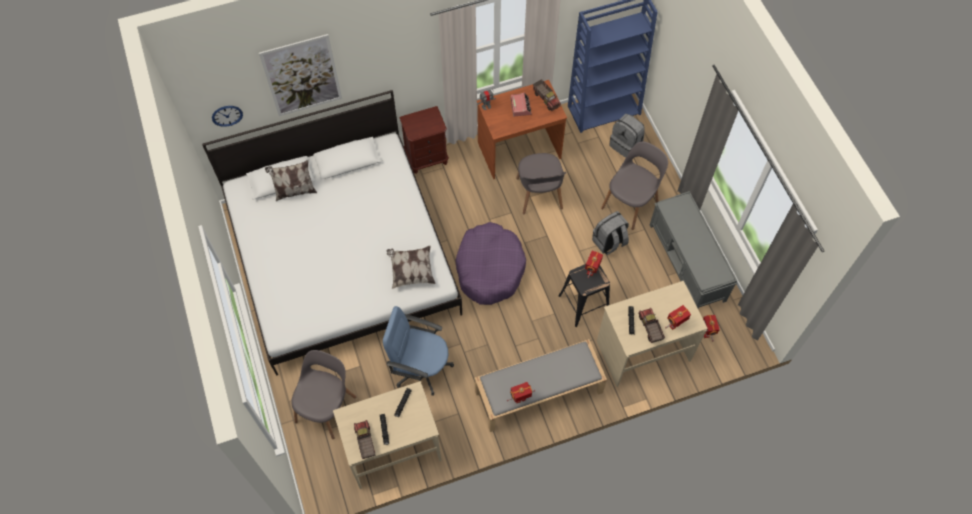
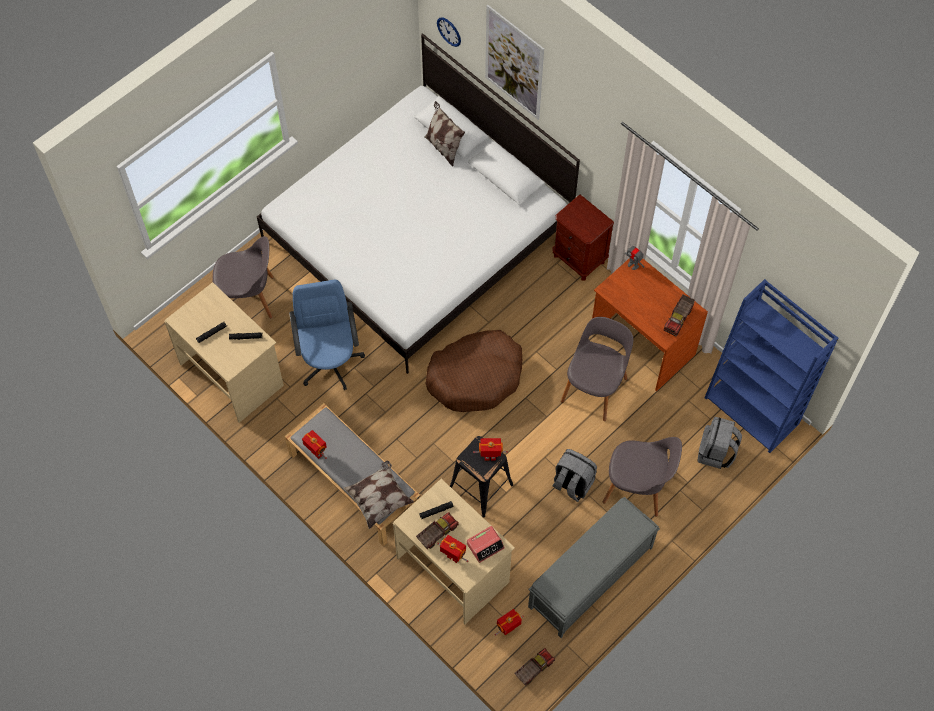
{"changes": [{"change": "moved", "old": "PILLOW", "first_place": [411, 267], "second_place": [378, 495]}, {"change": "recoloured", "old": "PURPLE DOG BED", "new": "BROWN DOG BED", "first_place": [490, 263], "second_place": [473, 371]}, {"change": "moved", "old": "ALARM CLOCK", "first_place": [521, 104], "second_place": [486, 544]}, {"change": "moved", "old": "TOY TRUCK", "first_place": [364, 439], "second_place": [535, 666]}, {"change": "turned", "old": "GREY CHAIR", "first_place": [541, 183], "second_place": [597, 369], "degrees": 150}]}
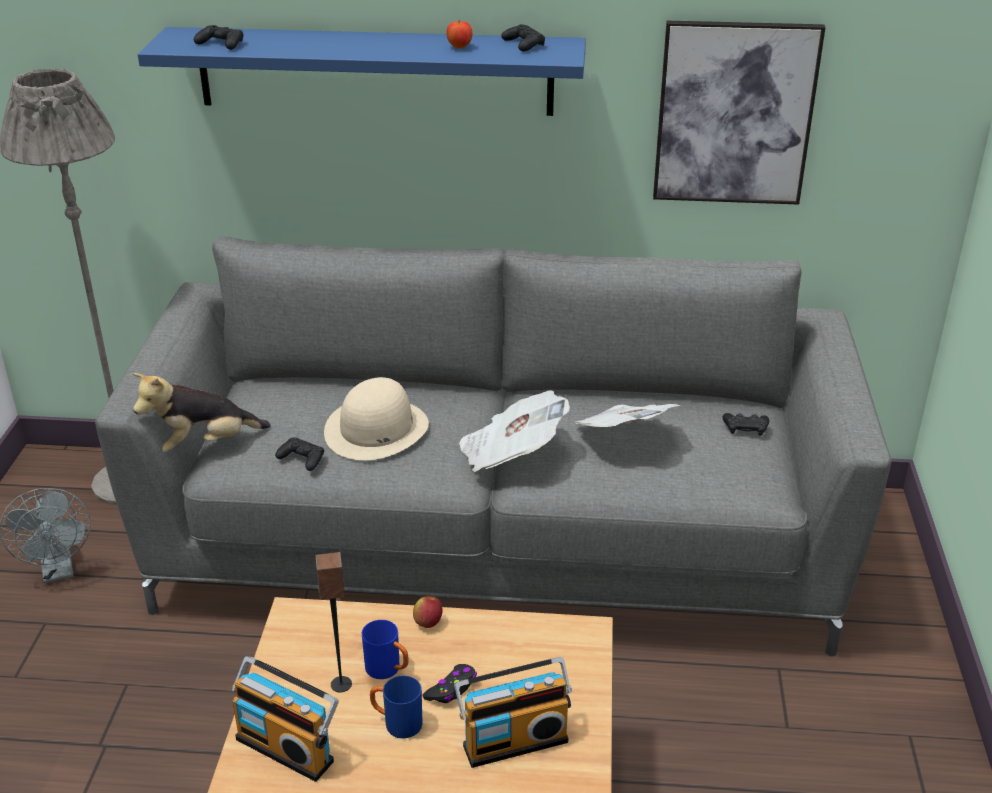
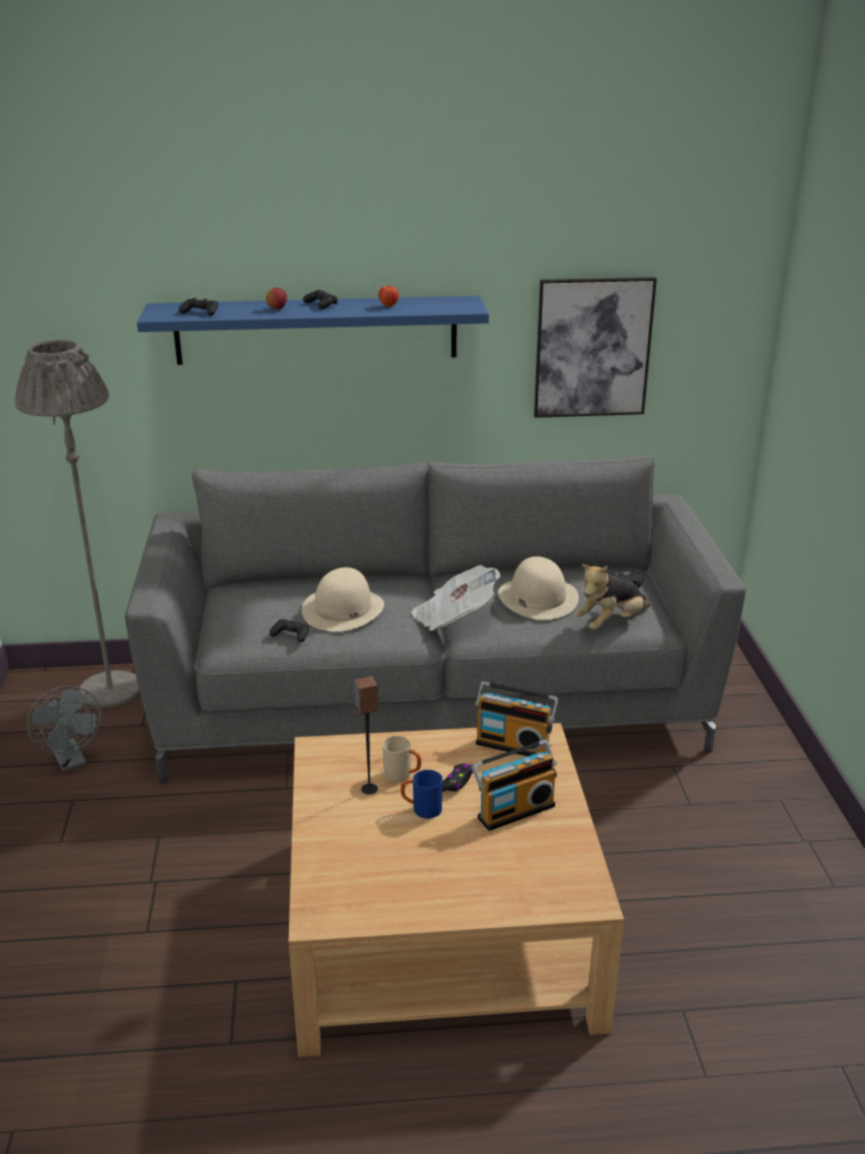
{"changes": [{"change": "moved", "old": "APPLE", "first_place": [428, 612], "second_place": [276, 299]}, {"change": "moved", "old": "BLACK GAME CONTROLLER", "first_place": [523, 38], "second_place": [320, 299]}, {"change": "recoloured", "old": "BLUE MUG", "new": "BEIGE MUG", "first_place": [385, 649], "second_place": [401, 759]}, {"change": "moved", "old": "RADIO", "first_place": [285, 719], "second_place": [516, 718]}, {"change": "replaced", "old": "NEWSPAPER", "new": "BEIGE HAT", "first_place": [627, 415], "second_place": [538, 588]}, {"change": "moved", "old": "PLUSH TOY", "first_place": [202, 412], "second_place": [612, 597]}]}
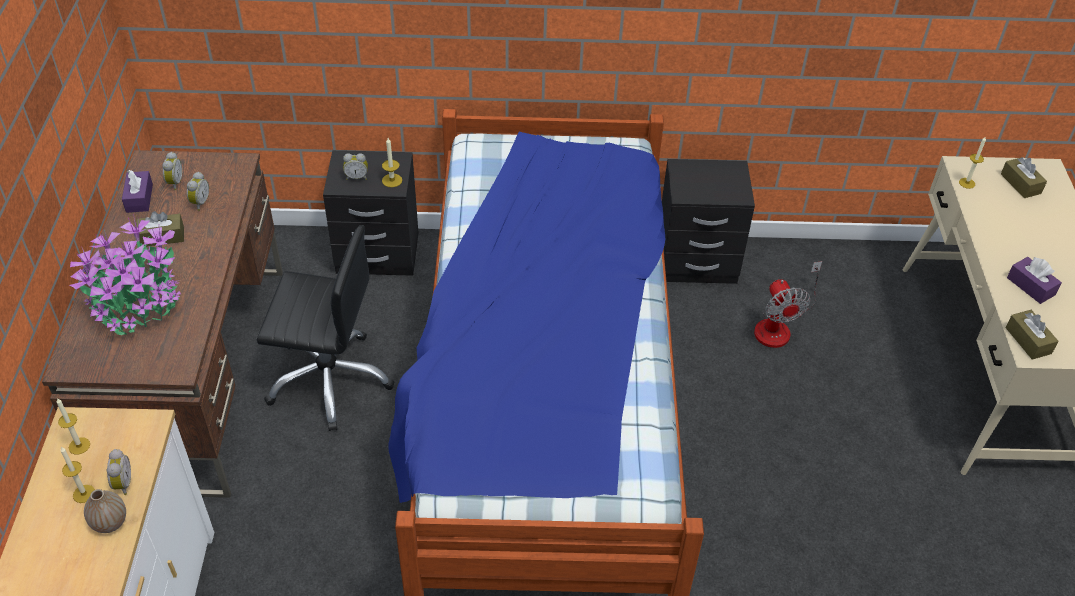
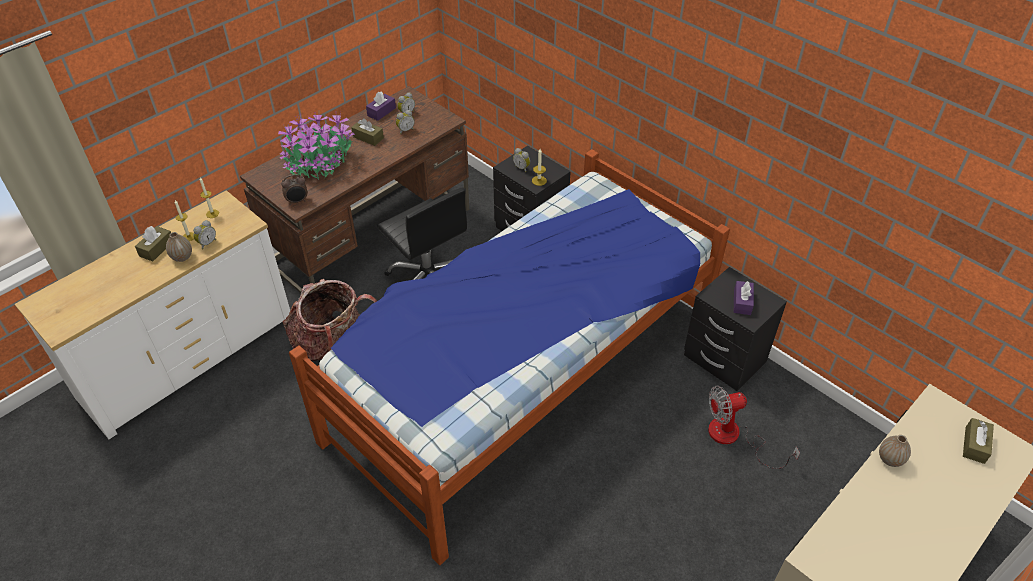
{"changes": [{"change": "moved", "old": "BROWN TISSUE BOX", "first_place": [1032, 335], "second_place": [153, 243]}, {"change": "added", "new": "ALARM CLOCK", "second_place": [294, 189]}, {"change": "added", "new": "BACKPACK", "second_place": [329, 320]}, {"change": "turned", "old": "FAN", "first_place": [788, 304], "second_place": [754, 427], "degrees": 45}, {"change": "moved", "old": "PURPLE TISSUE BOX", "first_place": [1034, 280], "second_place": [744, 298]}, {"change": "added", "new": "VASE", "second_place": [895, 451]}, {"change": "removed", "old": "CANDLE", "first_place": [972, 162]}]}
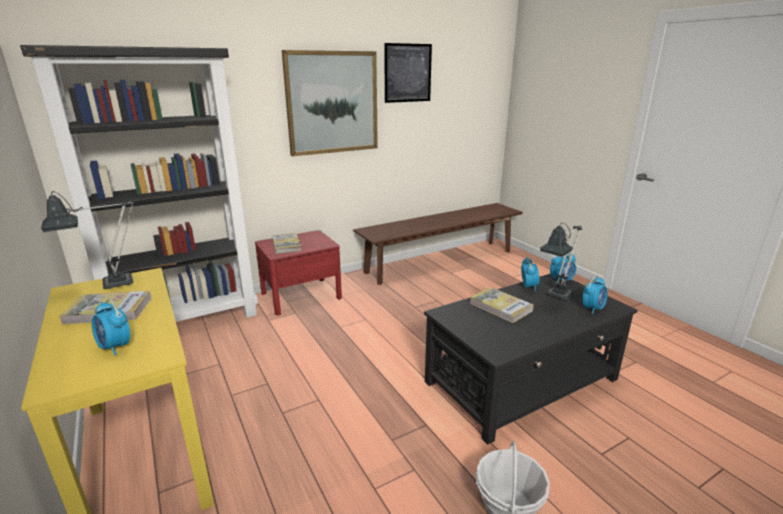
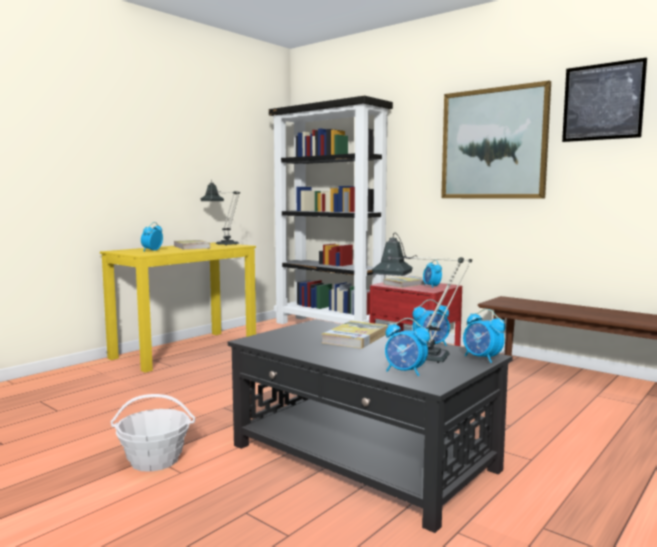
{"changes": [{"change": "added", "new": "ALARM CLOCK", "second_place": [432, 274]}]}
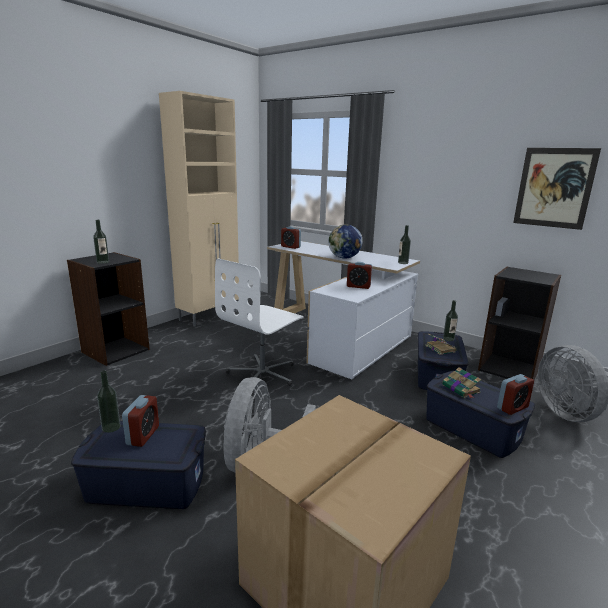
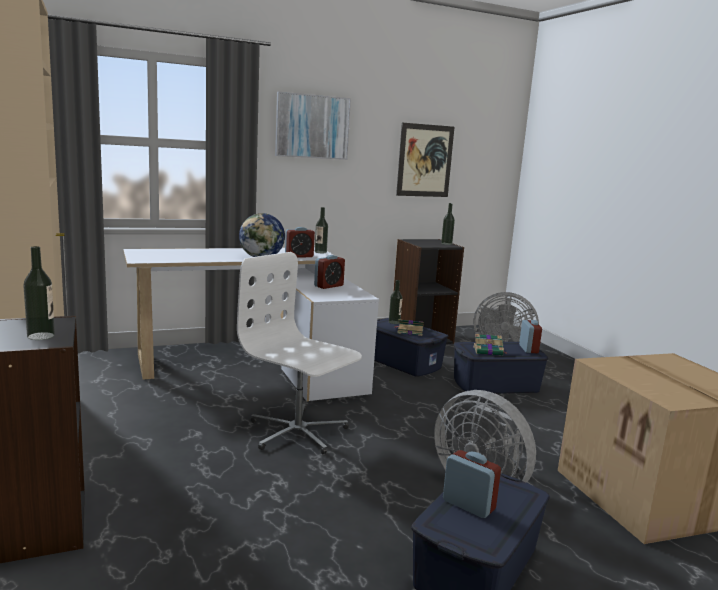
{"changes": [{"change": "turned", "old": "WHITE OFFICE CHAIR", "first_place": [259, 322], "second_place": [299, 353], "degrees": 150}, {"change": "added", "new": "PICTURE", "second_place": [313, 125]}, {"change": "moved", "old": "ALARM CLOCK", "first_place": [291, 237], "second_place": [300, 242]}, {"change": "moved", "old": "BOTTLE", "first_place": [109, 401], "second_place": [448, 224]}]}
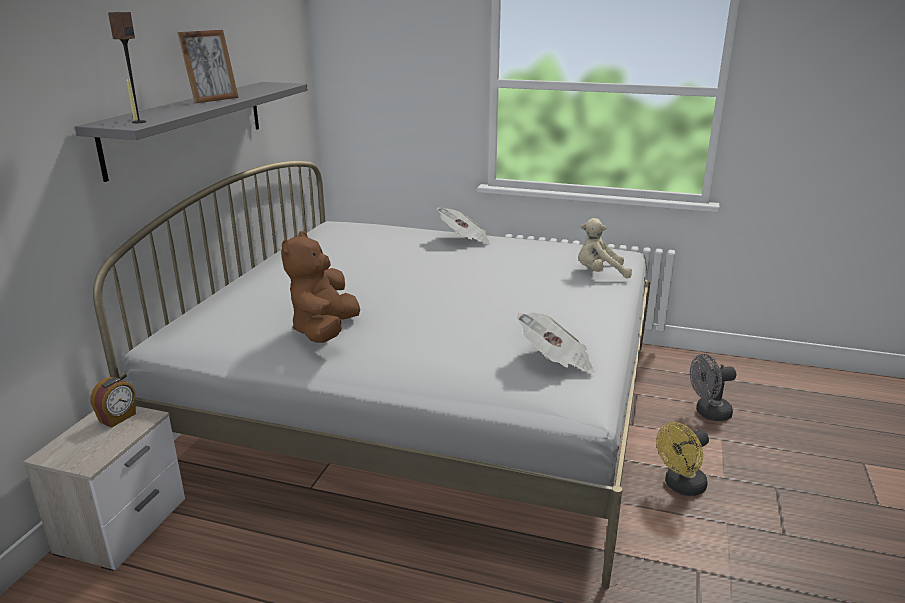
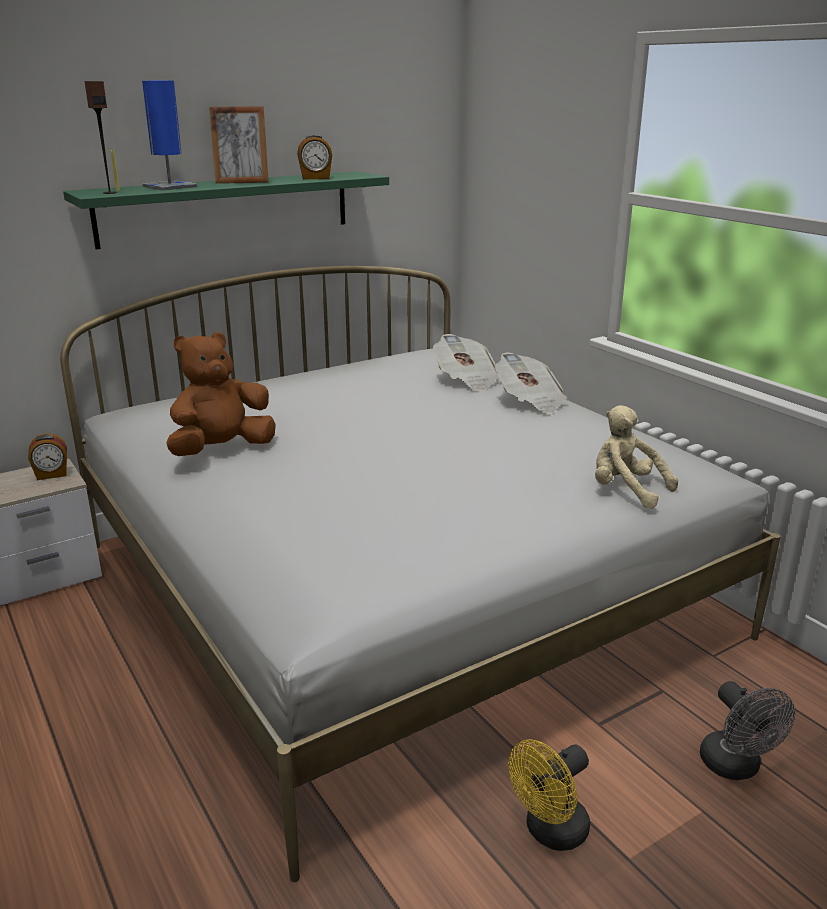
{"changes": [{"change": "recoloured", "old": "GREY SHELF", "new": "GREEN SHELF", "first_place": [191, 132], "second_place": [226, 210]}, {"change": "added", "new": "BLUE TABLE LAMP", "second_place": [169, 136]}, {"change": "added", "new": "ALARM CLOCK", "second_place": [314, 156]}, {"change": "moved", "old": "NEWSPAPER", "first_place": [555, 343], "second_place": [466, 363]}, {"change": "turned", "old": "YELLOW FAN", "first_place": [682, 459], "second_place": [549, 795], "degrees": -45}, {"change": "turned", "old": "GREY FAN", "first_place": [713, 387], "second_place": [747, 730], "degrees": -135}]}
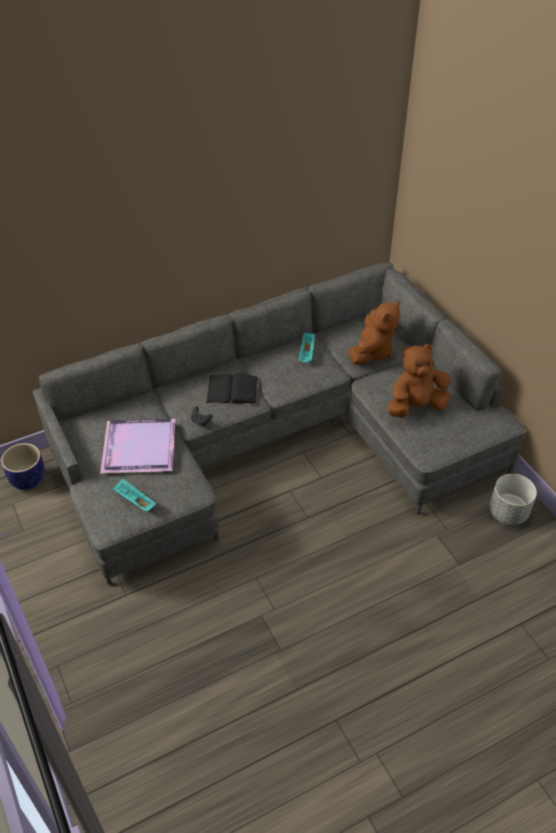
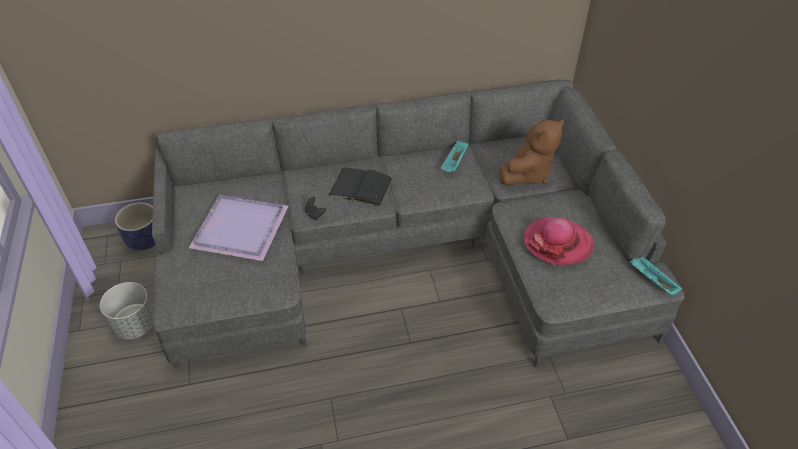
{"changes": [{"change": "moved", "old": "GREY PLANTER", "first_place": [513, 499], "second_place": [126, 311]}, {"change": "replaced", "old": "BROWN PLUSH TOY", "new": "HAT", "first_place": [419, 381], "second_place": [558, 241]}, {"change": "moved", "old": "TURQUOISE TRAY", "first_place": [134, 494], "second_place": [656, 276]}]}
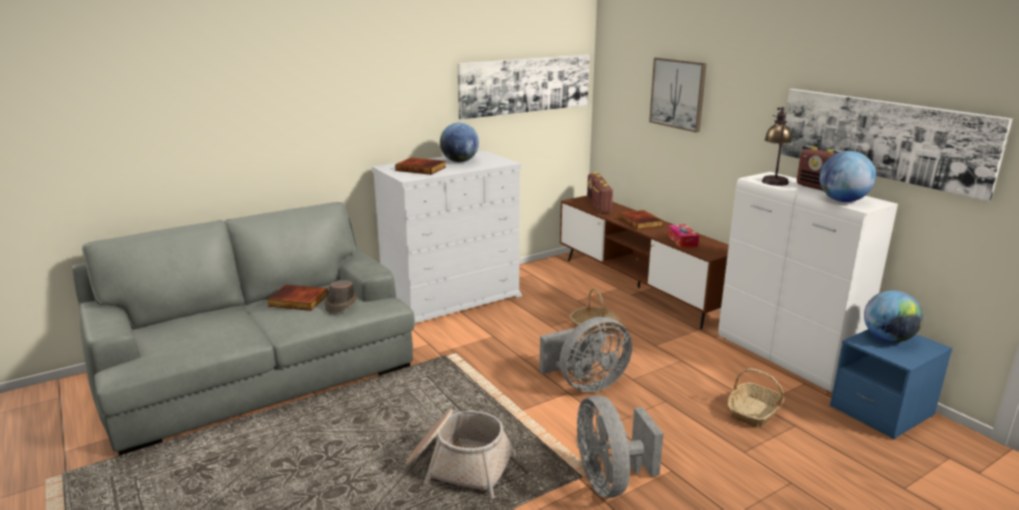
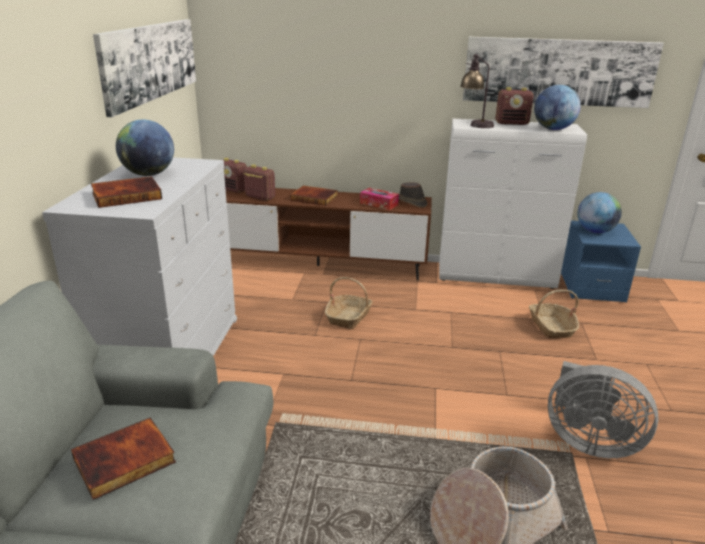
{"changes": [{"change": "moved", "old": "BROWN HAT", "first_place": [340, 297], "second_place": [413, 195]}, {"change": "removed", "old": "GREY FAN", "first_place": [585, 354]}, {"change": "removed", "old": "PICTURE", "first_place": [678, 95]}]}
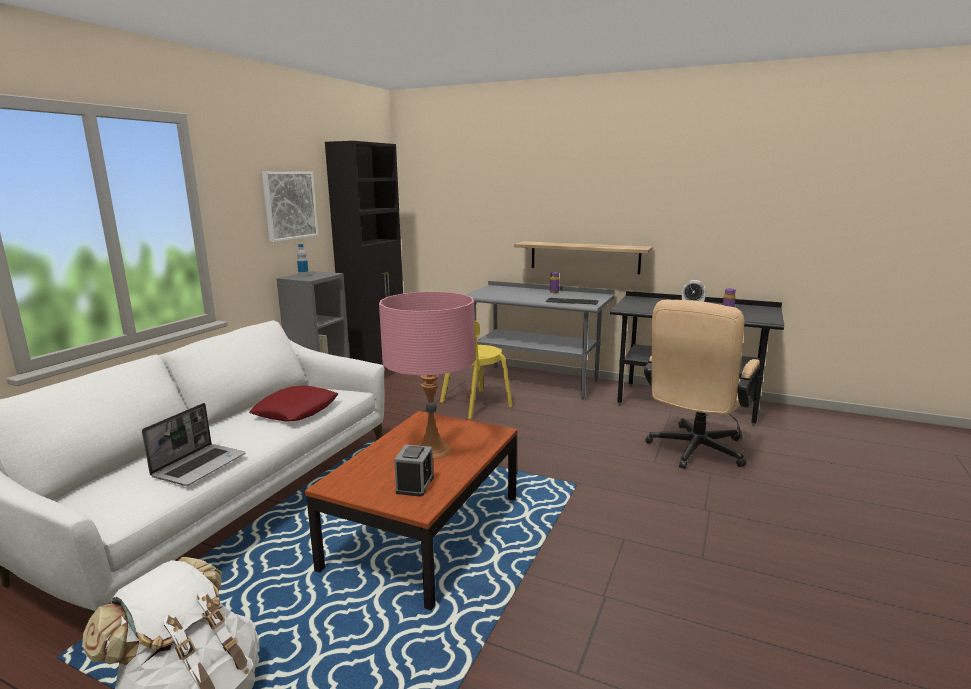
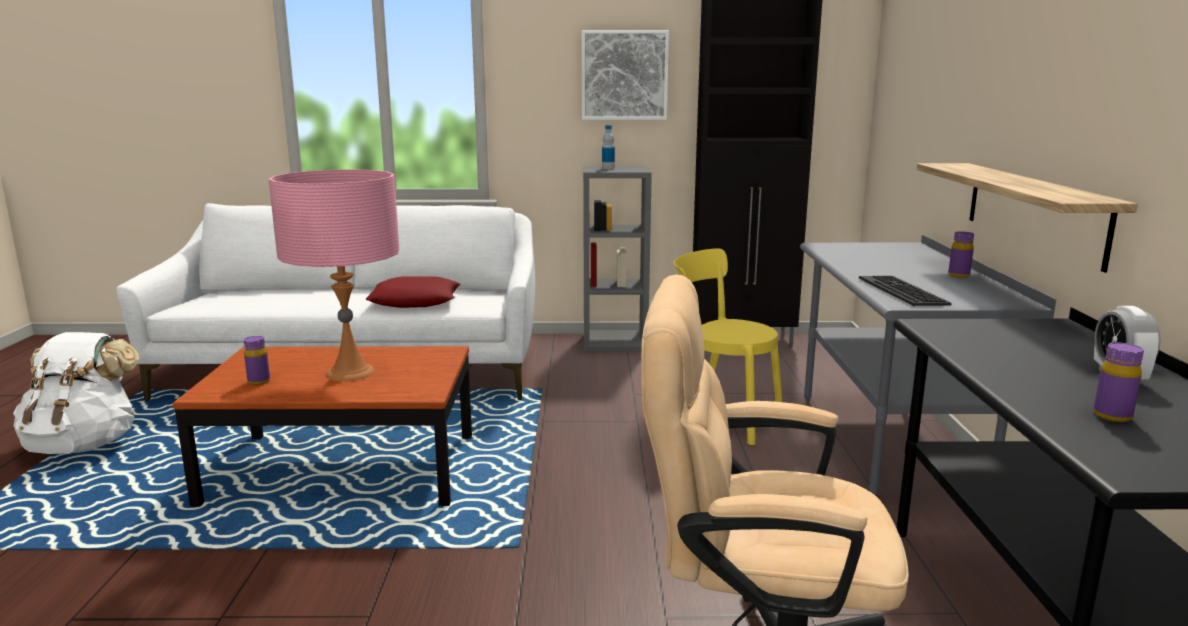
{"changes": [{"change": "replaced", "old": "ALARM CLOCK", "new": "PURPLE BOTTLE", "first_place": [414, 471], "second_place": [257, 360]}, {"change": "removed", "old": "LAPTOP", "first_place": [194, 444]}]}
